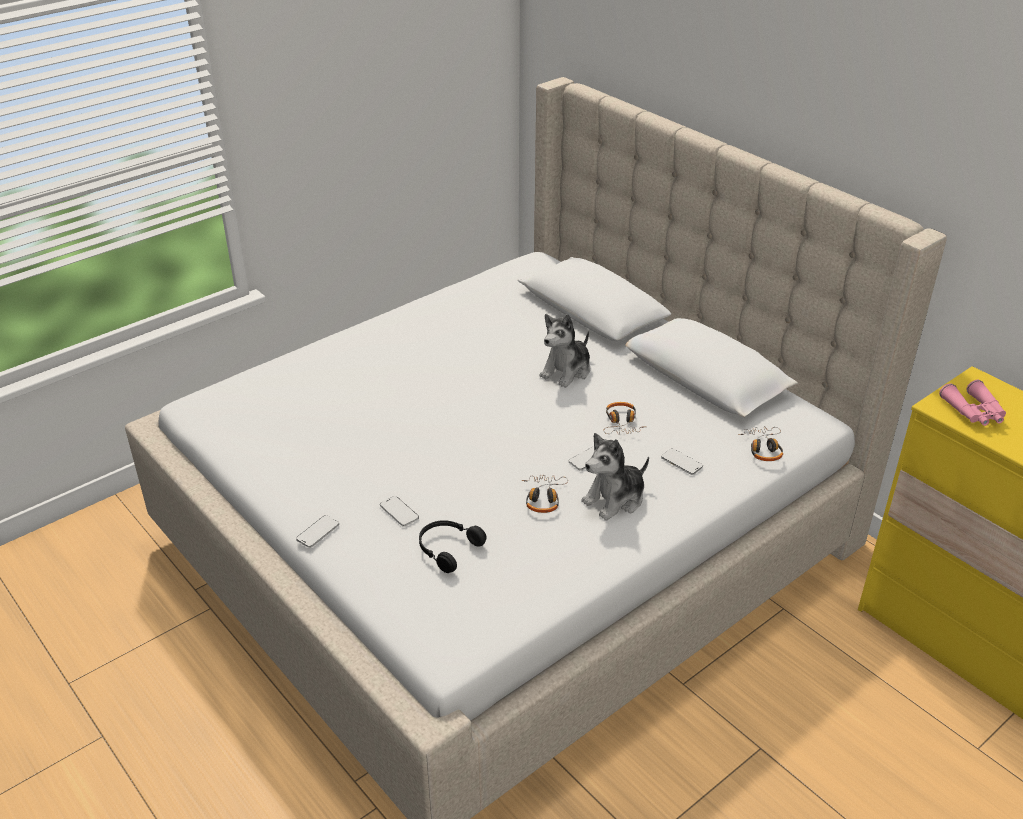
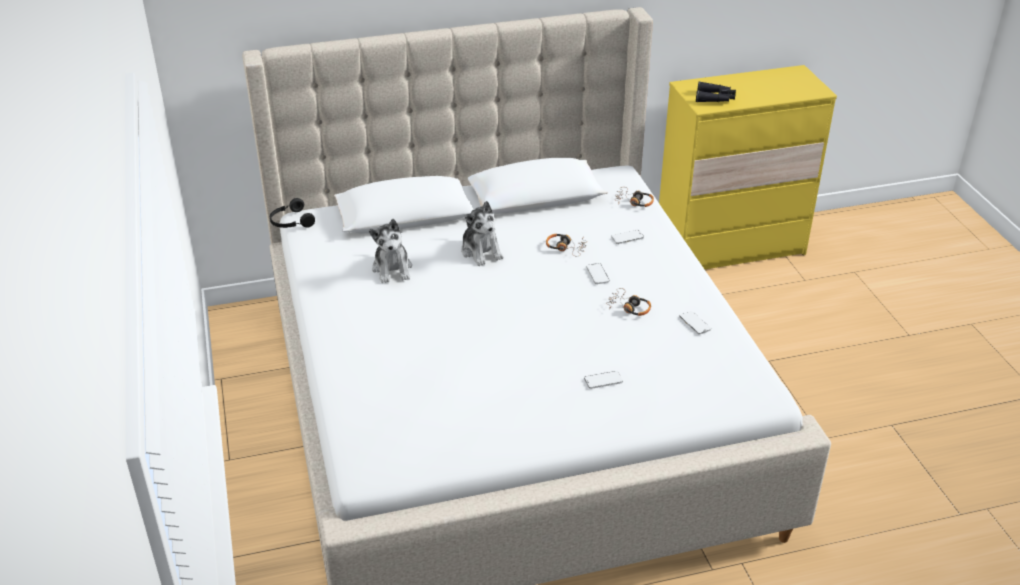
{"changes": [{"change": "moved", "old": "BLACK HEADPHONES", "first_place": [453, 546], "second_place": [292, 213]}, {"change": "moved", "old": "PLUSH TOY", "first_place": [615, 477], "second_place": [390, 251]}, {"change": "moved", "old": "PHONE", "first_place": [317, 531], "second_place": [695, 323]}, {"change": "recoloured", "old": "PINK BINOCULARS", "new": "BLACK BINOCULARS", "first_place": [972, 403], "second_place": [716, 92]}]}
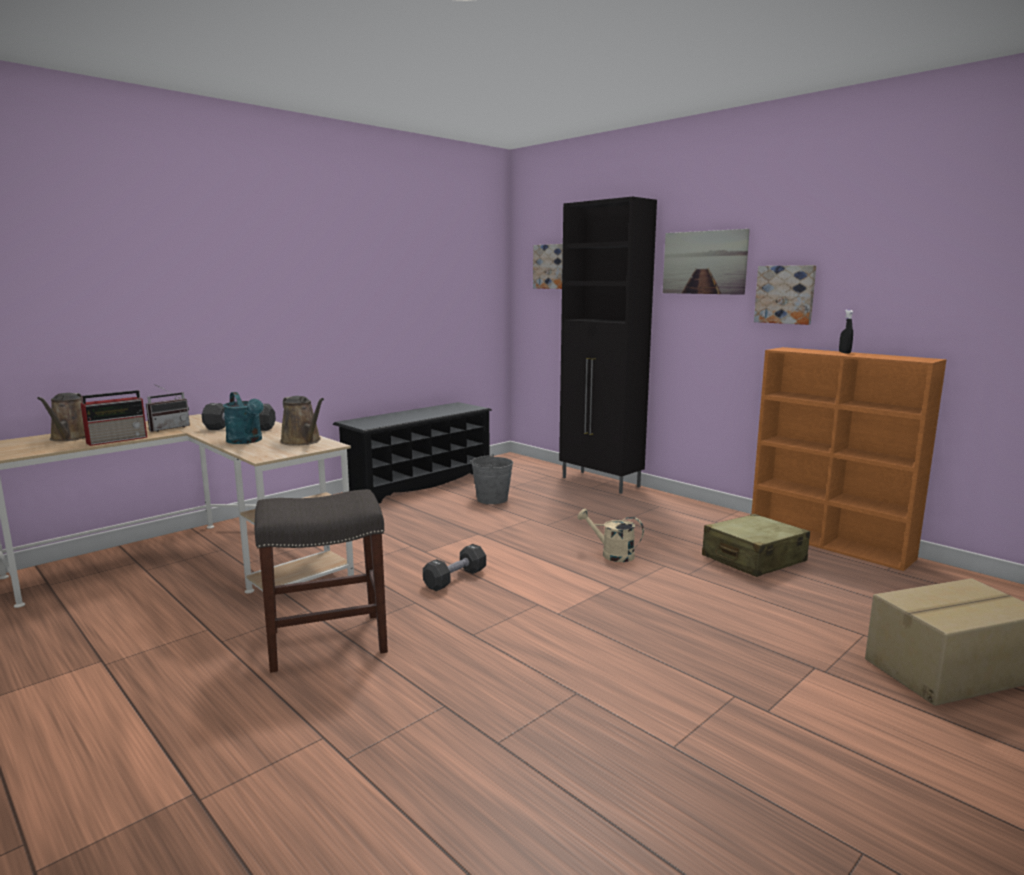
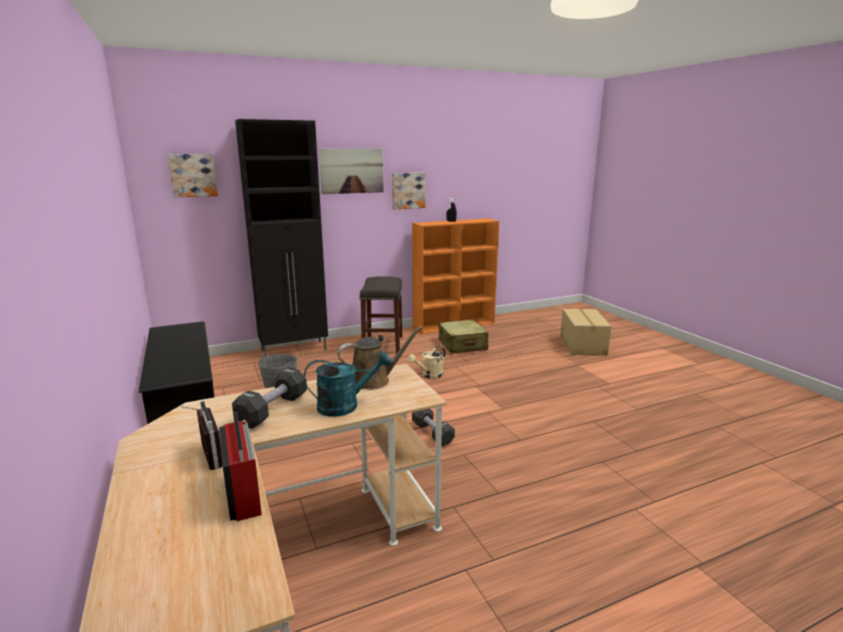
{"changes": [{"change": "moved", "old": "GREY STOOL", "first_place": [321, 581], "second_place": [380, 315]}, {"change": "removed", "old": "BROWN WATERING CAN", "first_place": [61, 417]}]}
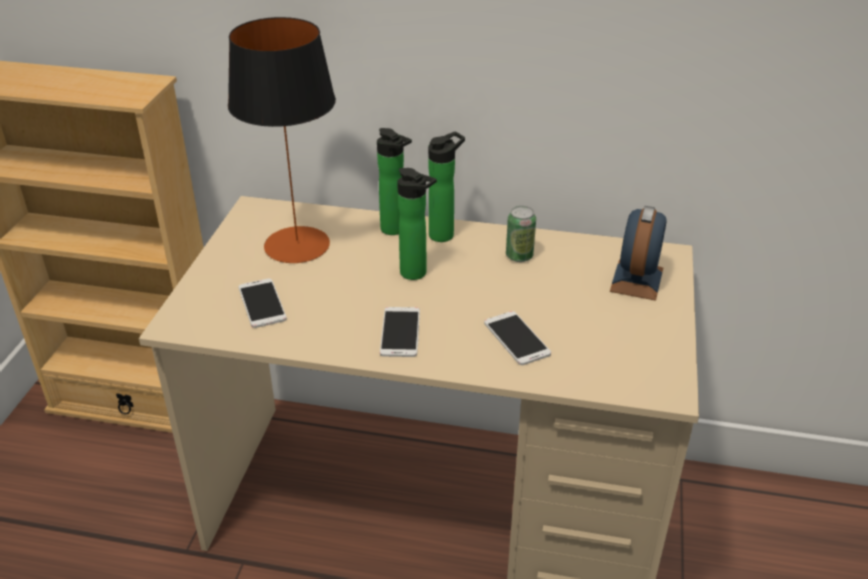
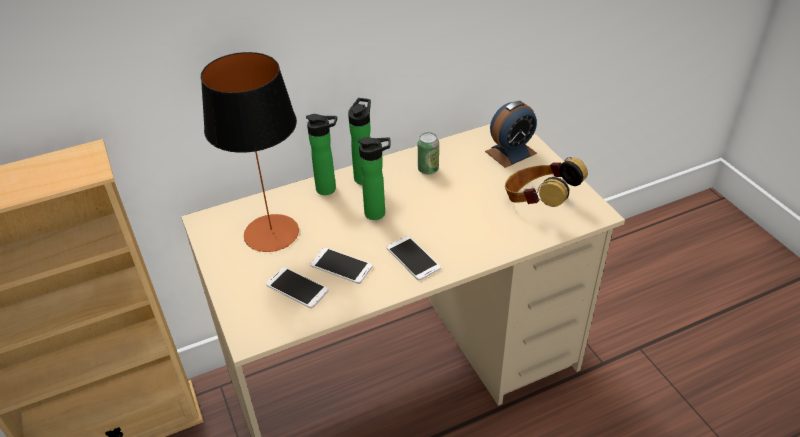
{"changes": [{"change": "moved", "old": "PHONE", "first_place": [517, 338], "second_place": [341, 266]}, {"change": "turned", "old": "ALARM CLOCK", "first_place": [638, 253], "second_place": [511, 134], "degrees": 75}, {"change": "added", "new": "HEADPHONES", "second_place": [546, 182]}]}
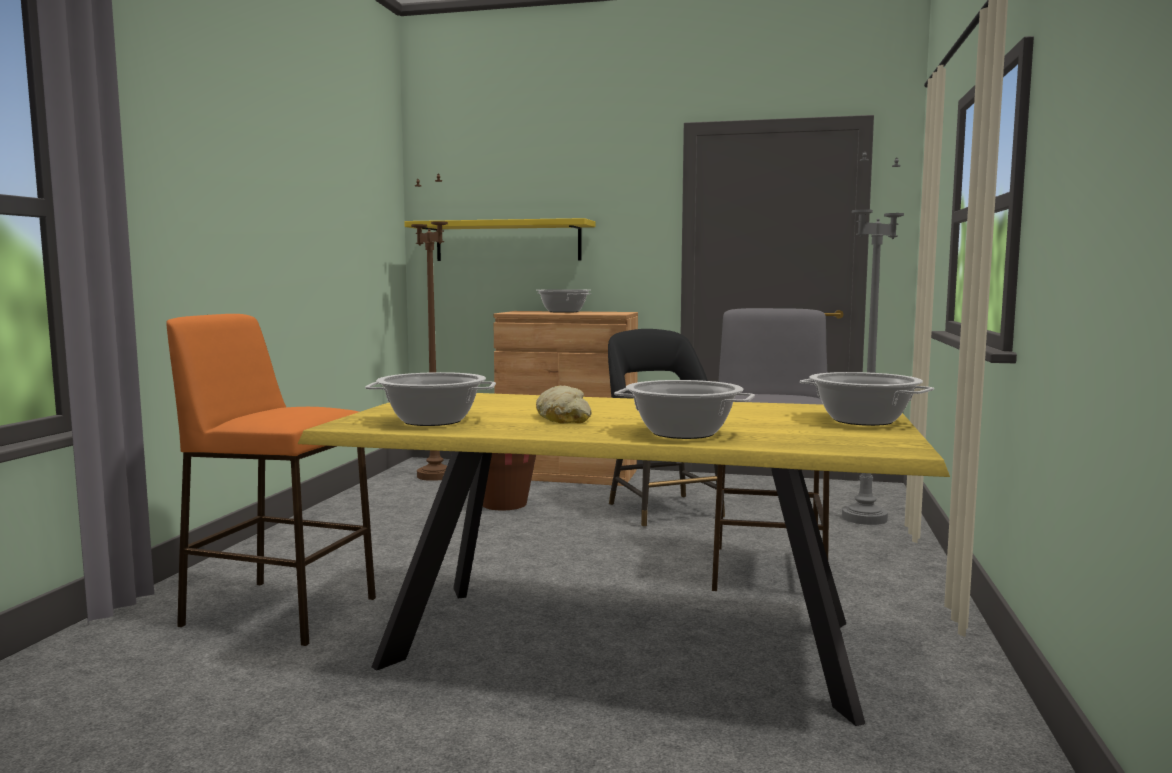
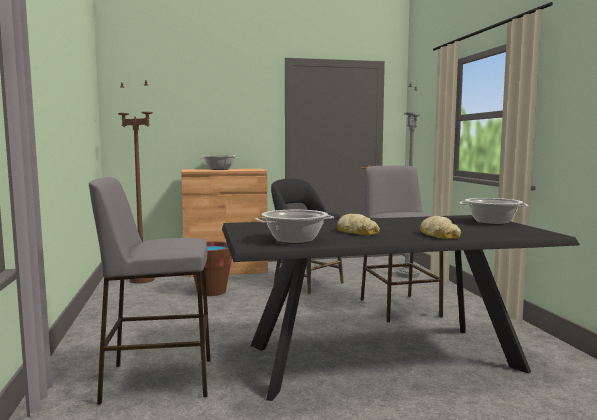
{"changes": [{"change": "recoloured", "old": "ORANGE STOOL", "new": "GREY STOOL", "first_place": [271, 480], "second_place": [149, 291]}, {"change": "recoloured", "old": "YELLOW DINING TABLE", "new": "BLACK DINING TABLE", "first_place": [624, 559], "second_place": [401, 308]}, {"change": "replaced", "old": "COOKING POT", "new": "BREAD", "first_place": [684, 409], "second_place": [440, 227]}, {"change": "removed", "old": "YELLOW SHELF", "first_place": [499, 239]}]}
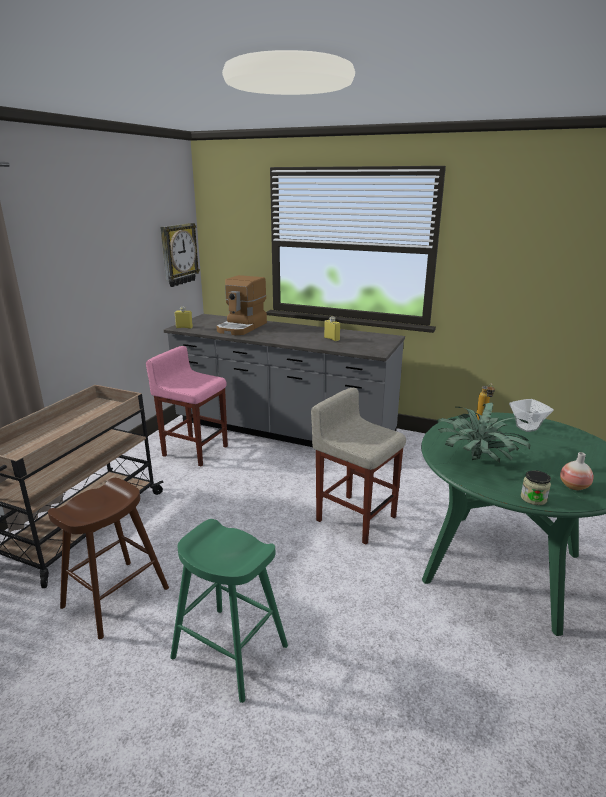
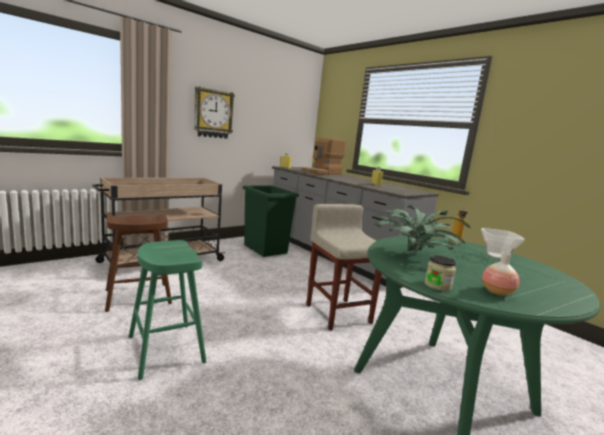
{"changes": [{"change": "moved", "old": "WALL CLOCK", "first_place": [180, 255], "second_place": [214, 112]}, {"change": "replaced", "old": "PINK STOOL", "new": "GREEN TRASH CAN", "first_place": [187, 406], "second_place": [271, 221]}]}
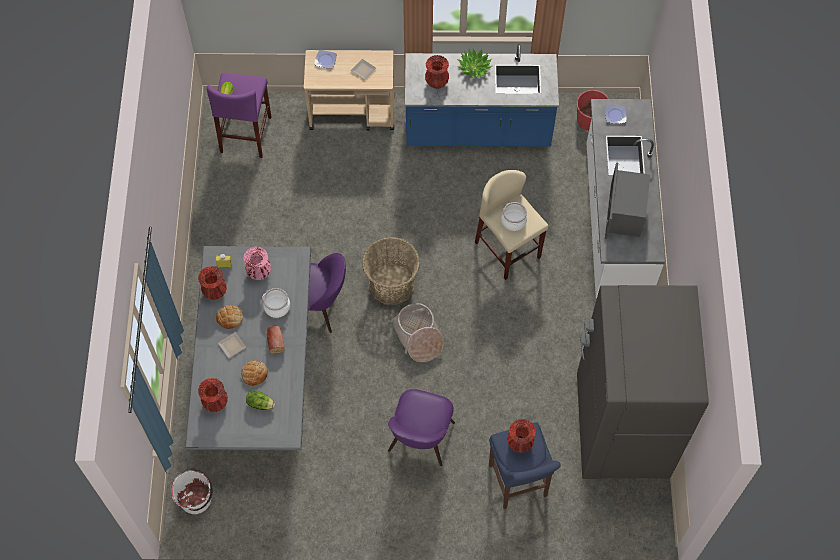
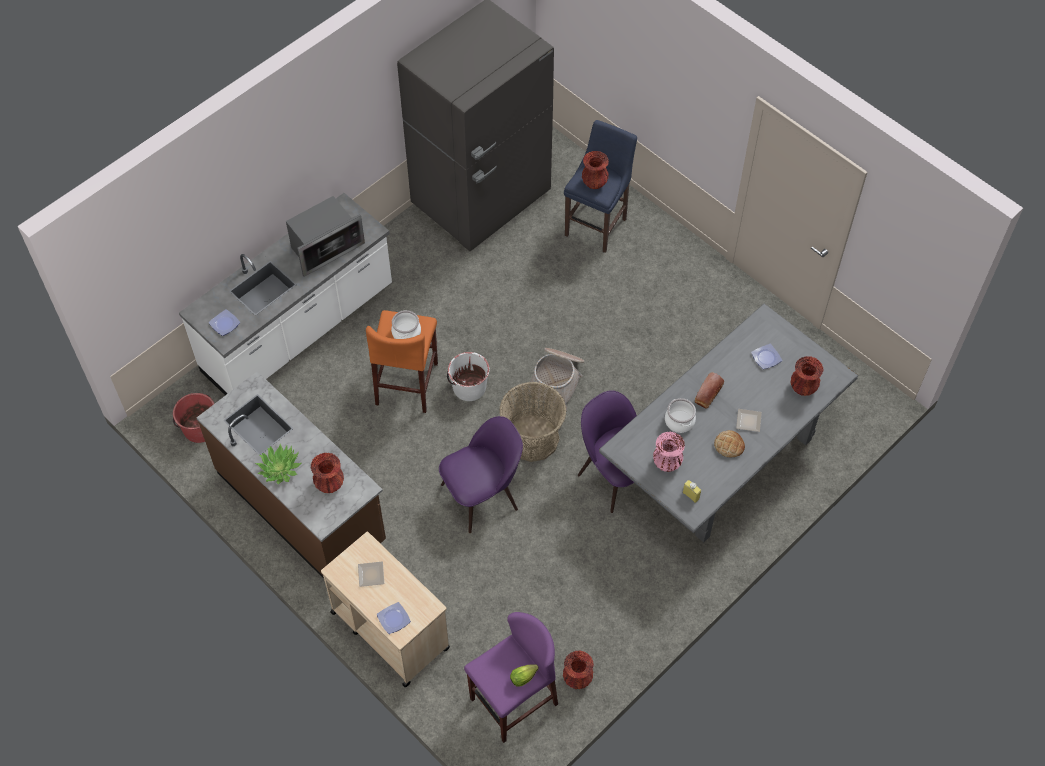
{"changes": [{"change": "recoloured", "old": "BLUE COUNTER", "new": "BROWN COUNTER", "first_place": [482, 95], "second_place": [291, 475]}, {"change": "recoloured", "old": "BEIGE STOOL", "new": "ORANGE STOOL", "first_place": [512, 225], "second_place": [402, 361]}, {"change": "moved", "old": "PURPLE CHAIR", "first_place": [421, 427], "second_place": [481, 474]}, {"change": "moved", "old": "WHITE BUCKET", "first_place": [192, 492], "second_place": [468, 376]}, {"change": "moved", "old": "RED VASE", "first_place": [212, 283], "second_place": [578, 669]}, {"change": "replaced", "old": "LETTUCE", "new": "PLATE", "first_place": [260, 400], "second_place": [766, 356]}, {"change": "removed", "old": "BREAD", "first_place": [254, 373]}]}
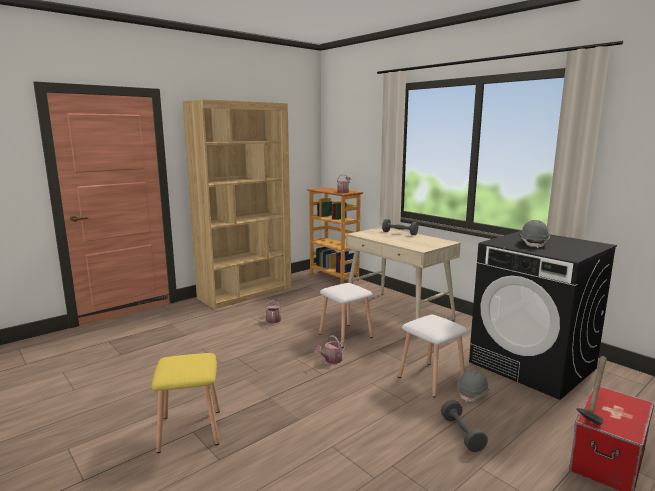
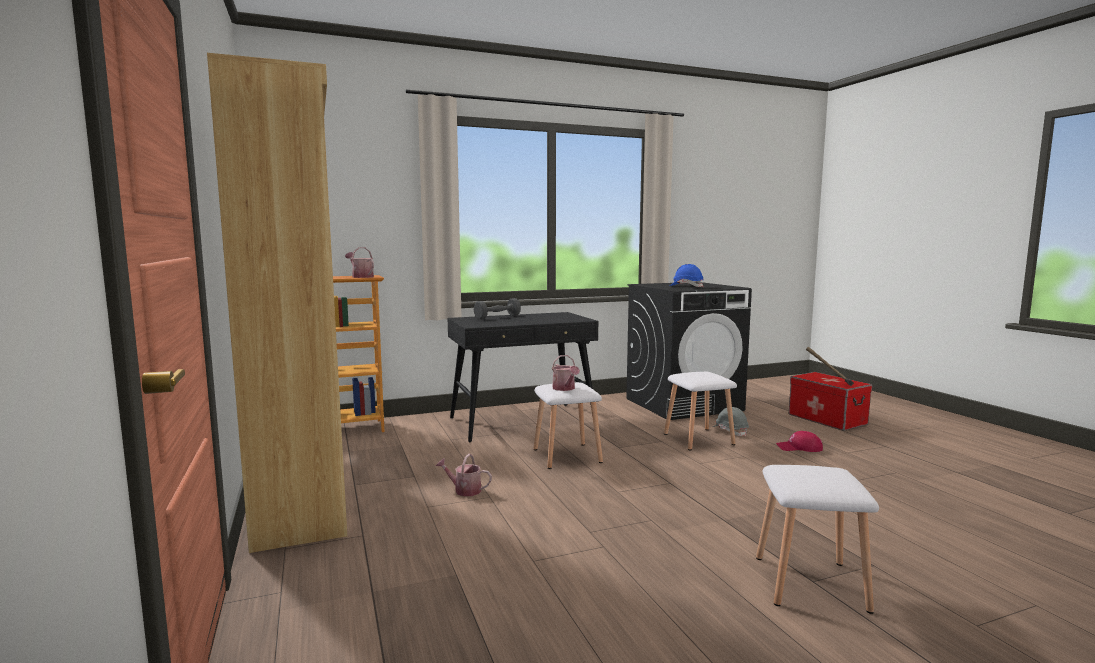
{"changes": [{"change": "recoloured", "old": "BEIGE DESK", "new": "BLACK DESK", "first_place": [403, 273], "second_place": [523, 377]}, {"change": "moved", "old": "WATERING CAN", "first_place": [330, 349], "second_place": [566, 373]}, {"change": "recoloured", "old": "GREY HARD HAT", "new": "BLUE HARD HAT", "first_place": [534, 234], "second_place": [687, 276]}, {"change": "recoloured", "old": "YELLOW STOOL", "new": "WHITE STOOL", "first_place": [185, 403], "second_place": [817, 539]}, {"change": "replaced", "old": "GREY DUMBBELL", "new": "RED CAP", "first_place": [464, 426], "second_place": [799, 441]}]}
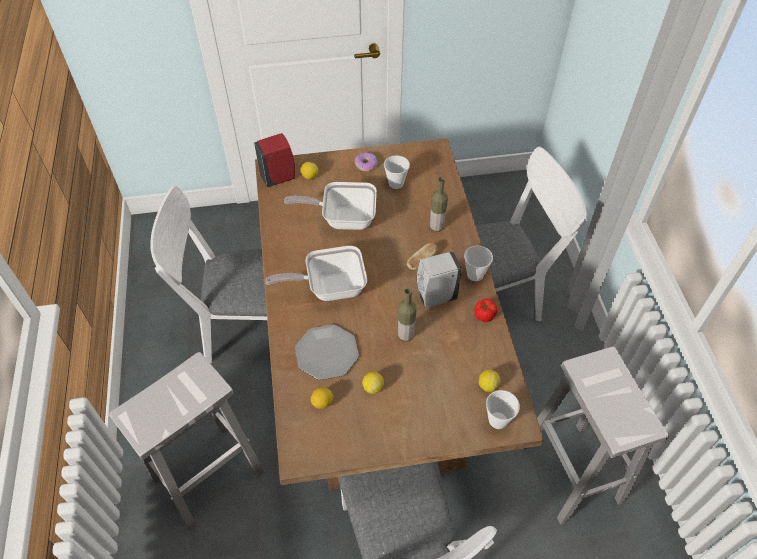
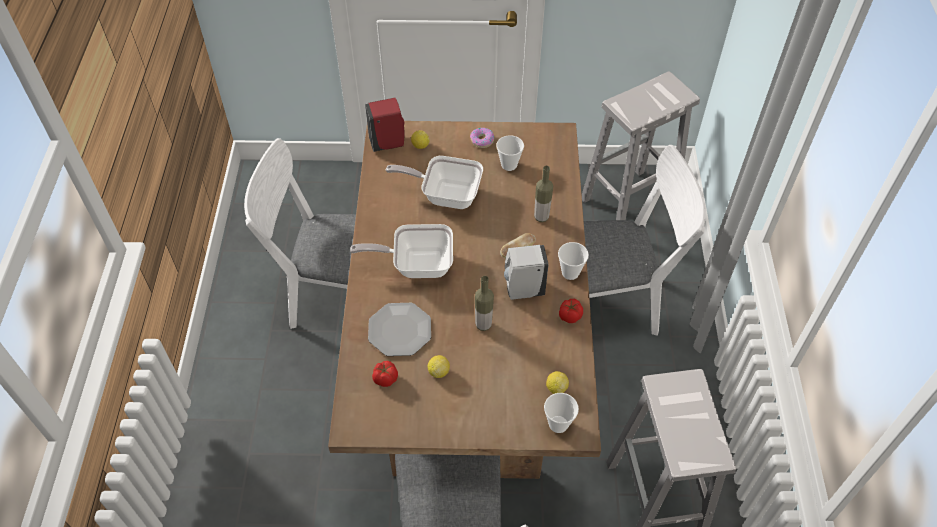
{"changes": [{"change": "replaced", "old": "LEMON", "new": "TOMATO", "first_place": [322, 398], "second_place": [385, 374]}, {"change": "moved", "old": "WHITE STOOL", "first_place": [187, 442], "second_place": [641, 145]}]}
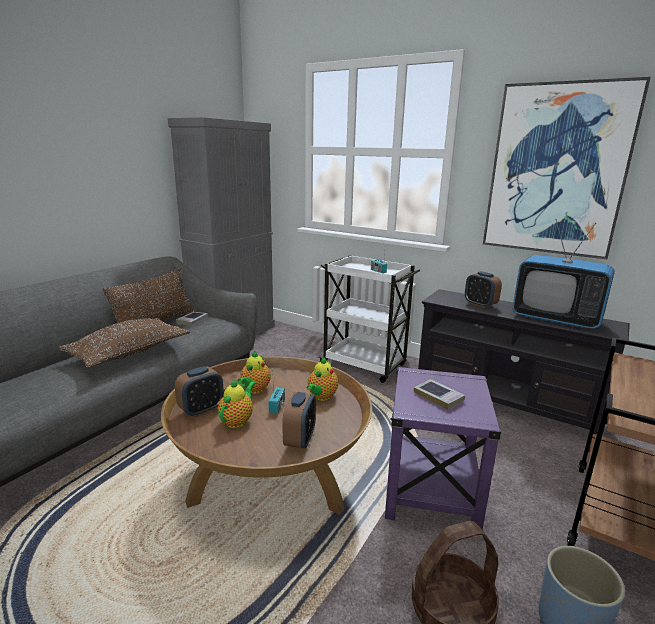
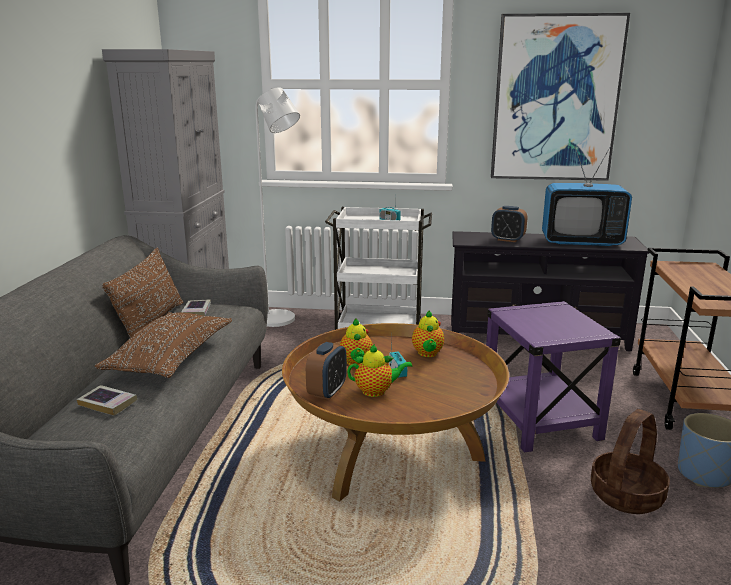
{"changes": [{"change": "moved", "old": "BOOK", "first_place": [439, 394], "second_place": [107, 400]}, {"change": "added", "new": "WHITE FLOOR LAMP", "second_place": [277, 207]}, {"change": "turned", "old": "TEAPOT", "first_place": [237, 403], "second_place": [380, 370], "degrees": 90}, {"change": "removed", "old": "ALARM CLOCK", "first_place": [299, 420]}]}
